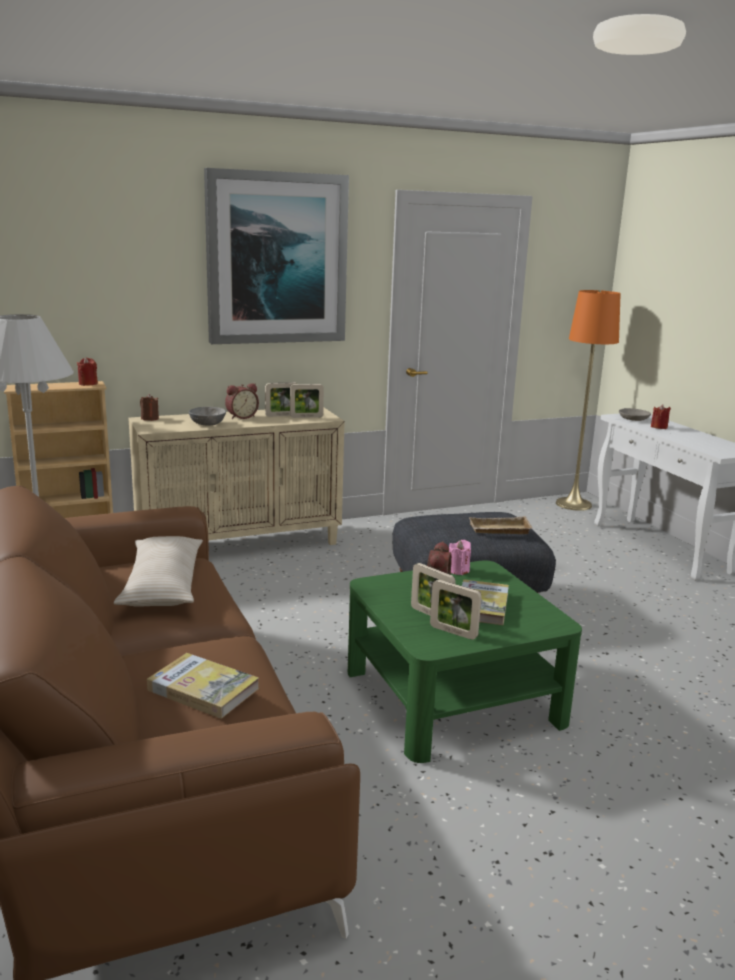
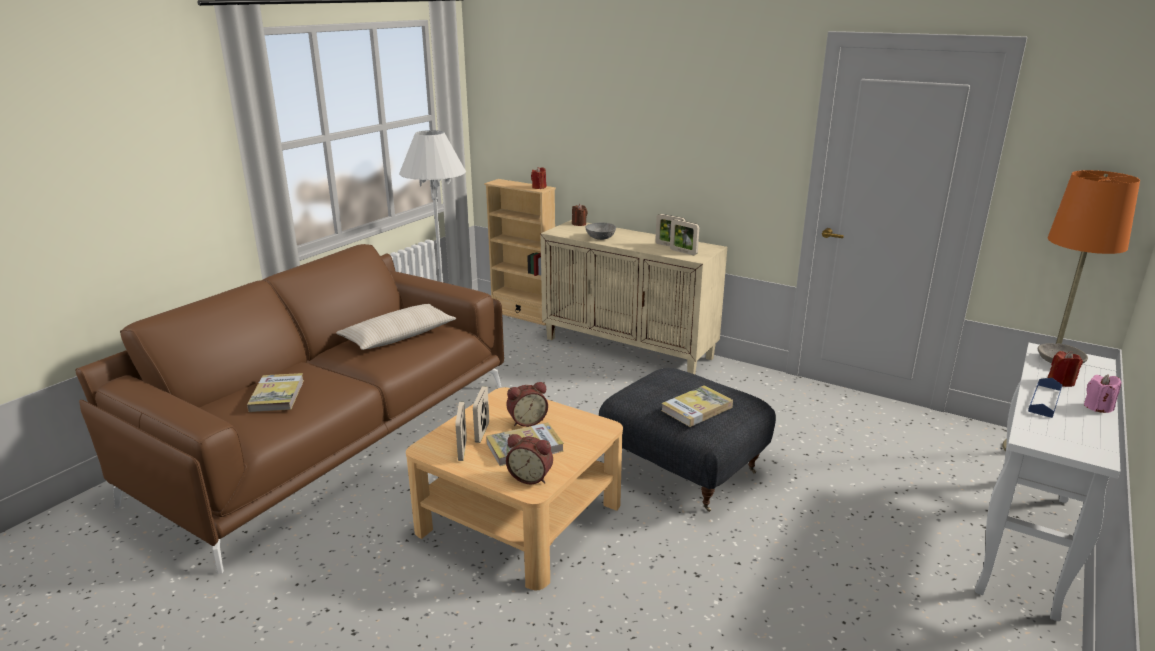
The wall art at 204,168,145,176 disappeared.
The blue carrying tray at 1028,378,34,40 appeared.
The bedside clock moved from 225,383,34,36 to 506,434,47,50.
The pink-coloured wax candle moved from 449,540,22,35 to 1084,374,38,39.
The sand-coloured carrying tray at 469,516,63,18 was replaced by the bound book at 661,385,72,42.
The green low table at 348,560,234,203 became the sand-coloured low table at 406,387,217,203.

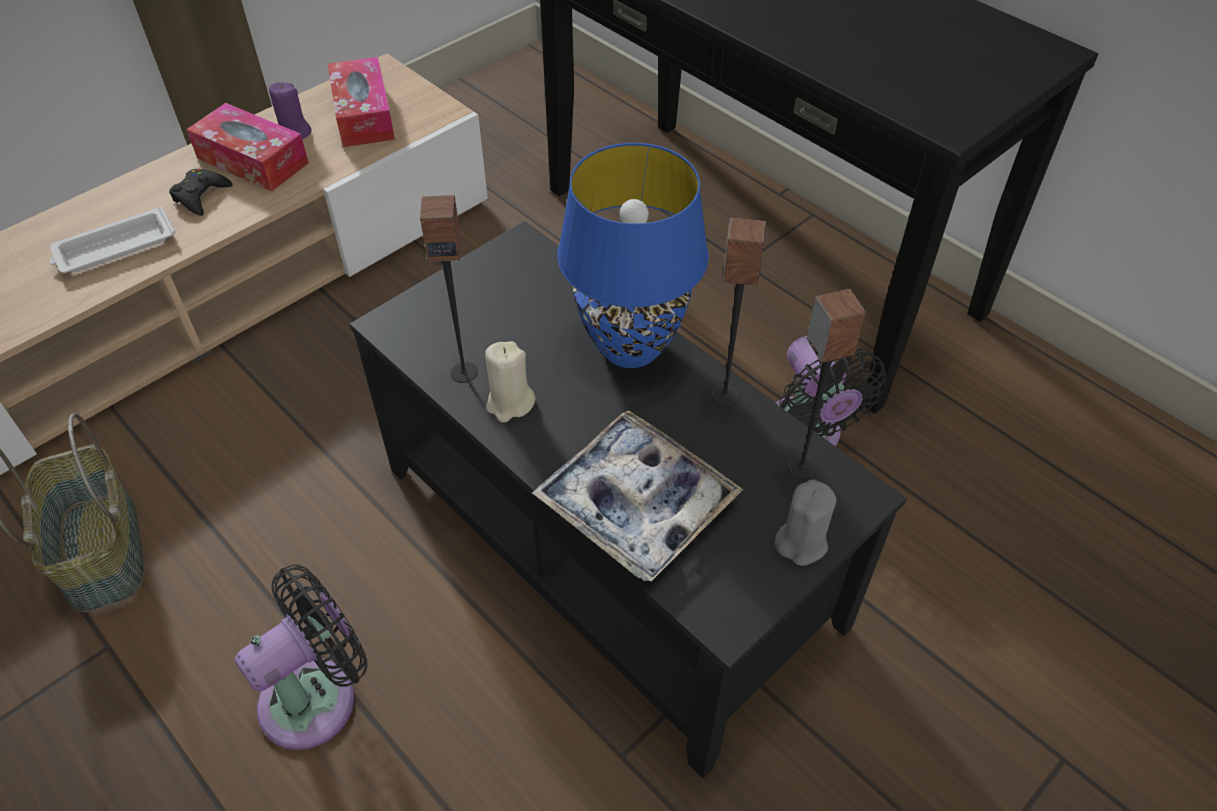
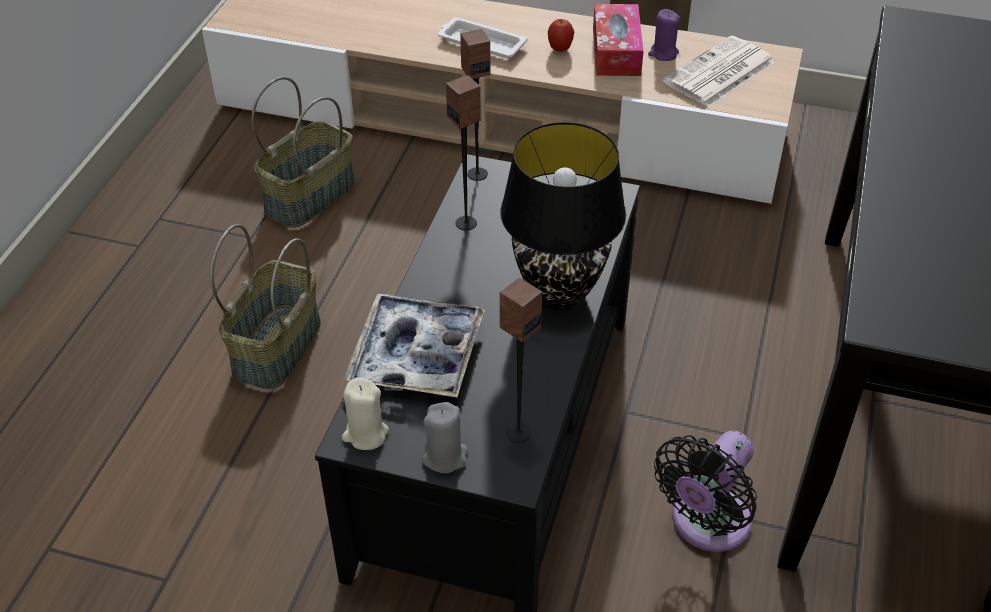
The sand-coloured wax candle moved from 485,341,51,82 to 342,377,47,73.
The speaker moved from 711,217,55,189 to 460,29,30,152.
The black-coloured gamepad at 169,169,63,47 was replaced by the apple fruit at 548,19,26,33.
The black-coloured electric fan at 235,565,132,185 was replaced by the household basket at 210,224,111,166.
The tissue holder at 328,57,67,90 was replaced by the newspaper at 663,36,112,71.
The blue table lamp at 557,143,152,225 became the black-coloured table lamp at 500,122,126,188.

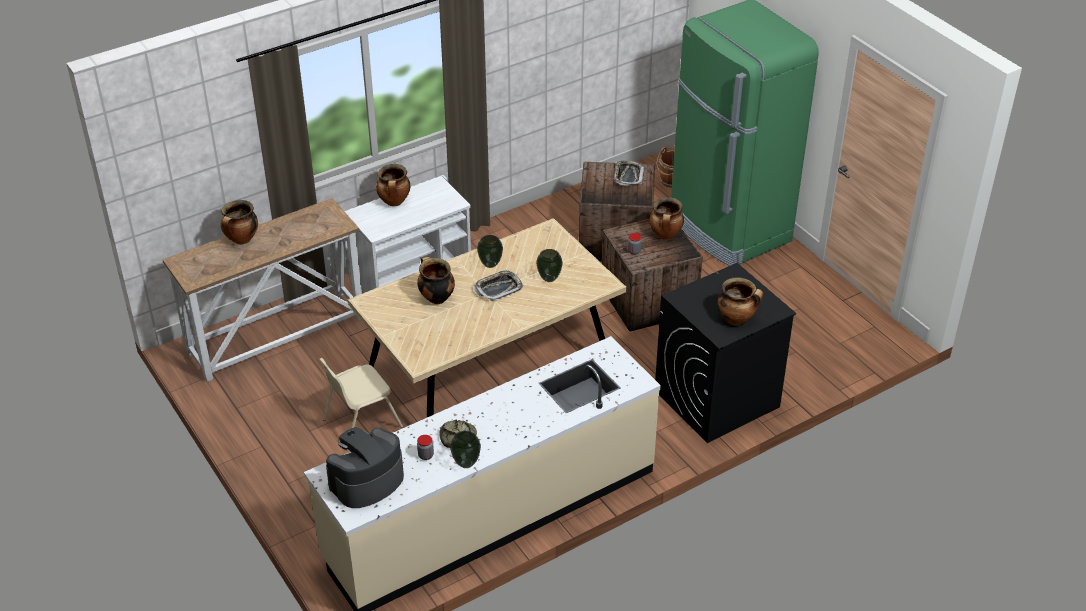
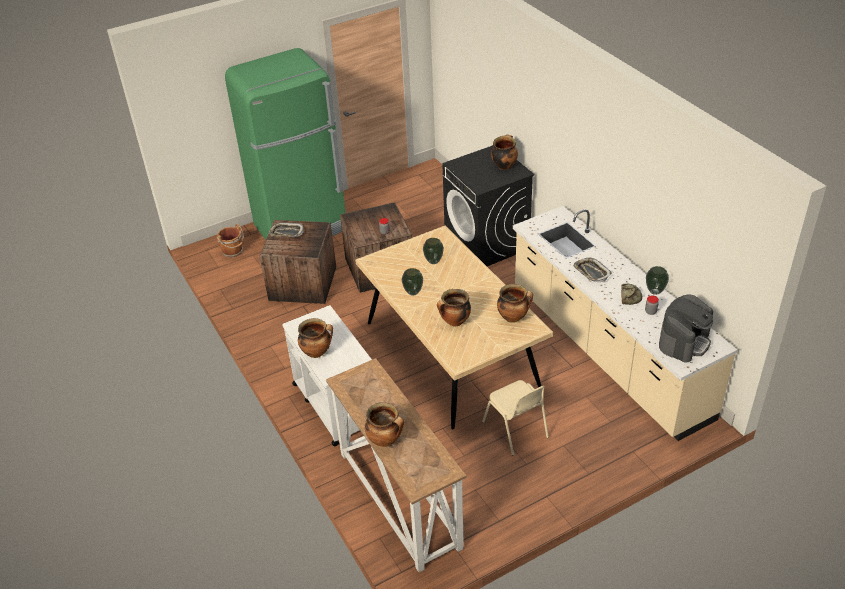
The carrying tray moved from 475,270,48,31 to 573,258,39,24.
The saucepot moved from 649,197,35,43 to 497,284,36,39.
The coffee machine at 326,427,78,81 turned 105 degrees counterclockwise.

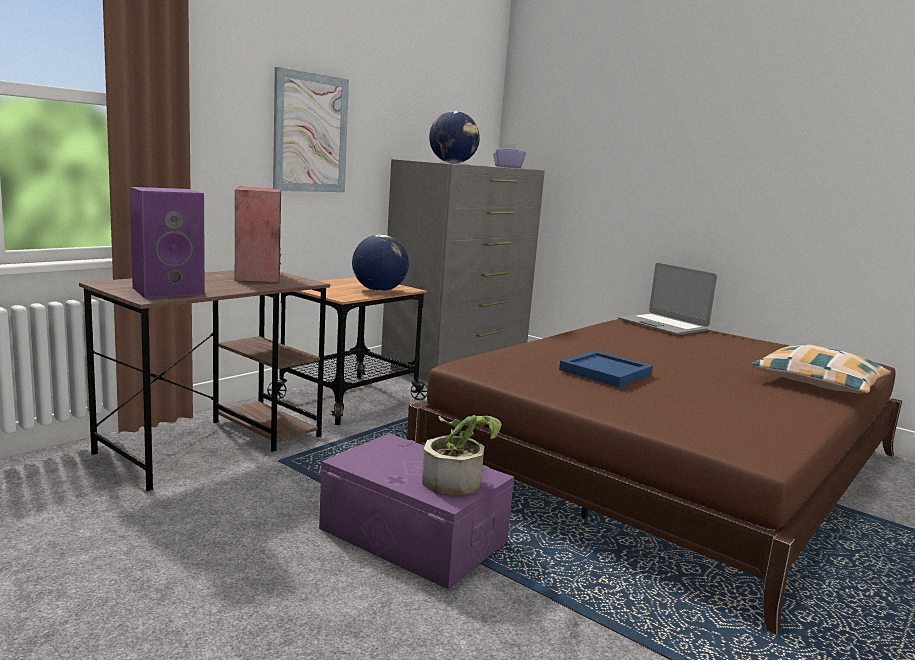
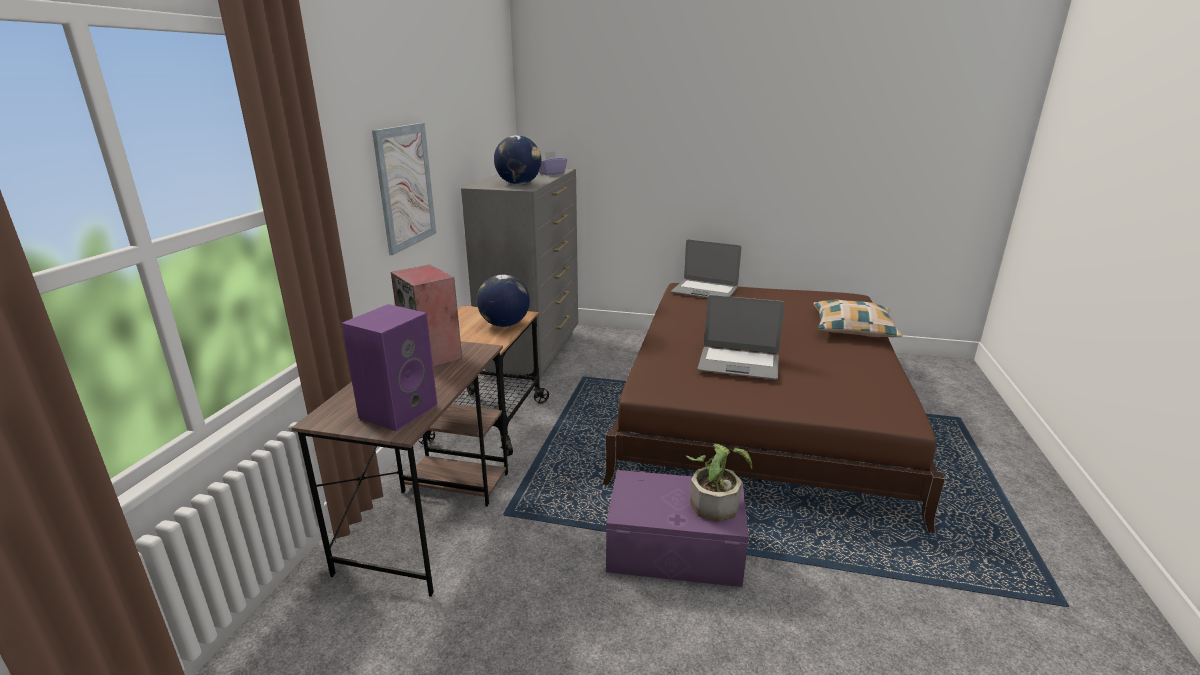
The blue carrying tray at 559,351,94,36 was replaced by the notebook computer at 698,295,87,85.

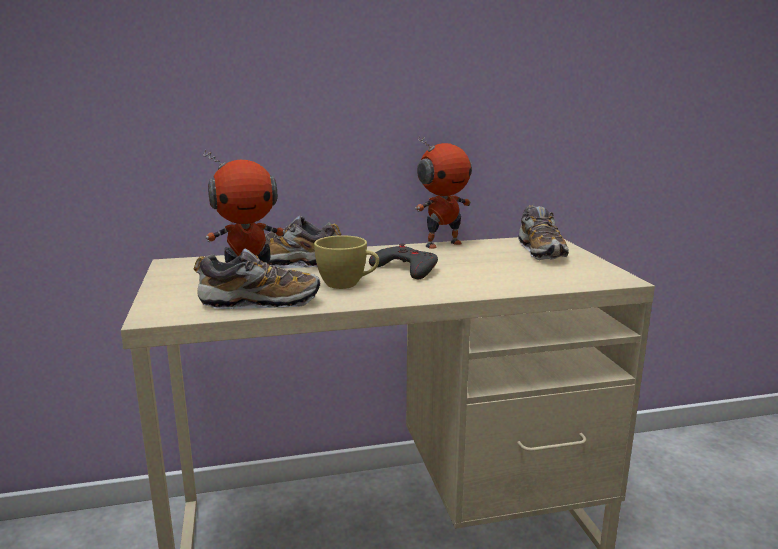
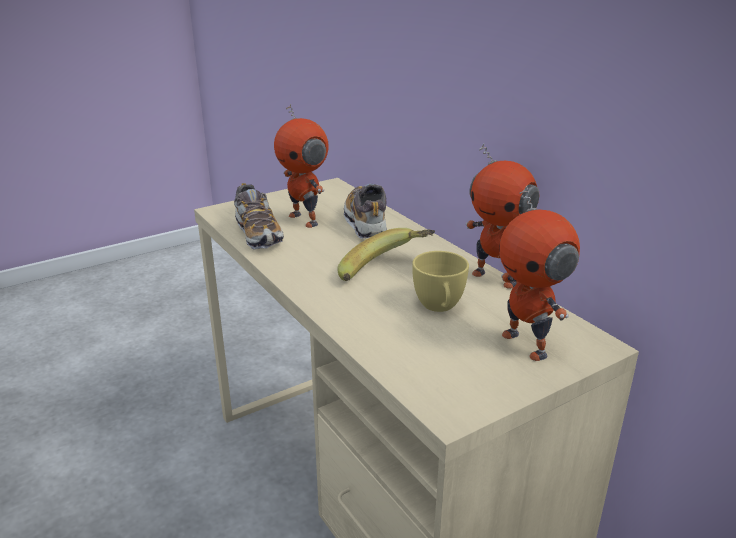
The yellow-coloured cup moved from 314,235,65,54 to 412,251,57,61.
The grey gamepad at 369,244,69,35 was replaced by the banana fruit at 338,228,97,53.
The shoe at 518,205,51,55 was replaced by the robot figure at 499,186,81,175.

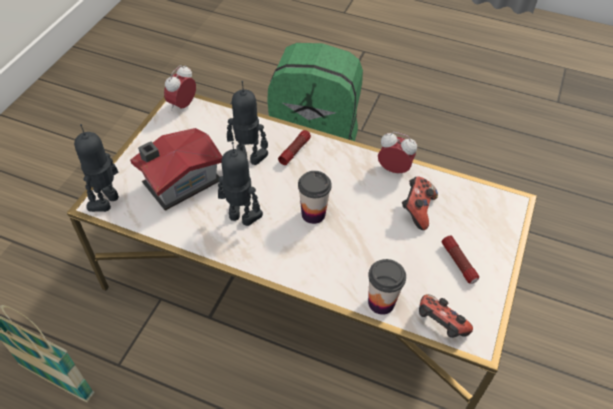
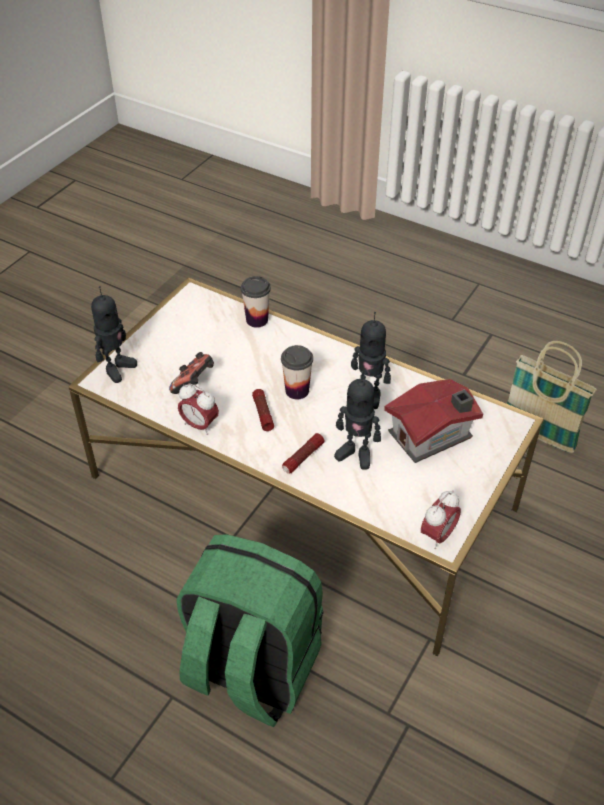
The gamepad at 419,294,54,44 disappeared.
The robot figure moved from 74,124,45,88 to 91,286,46,97.
The torch moved from 442,235,37,49 to 252,389,22,42.

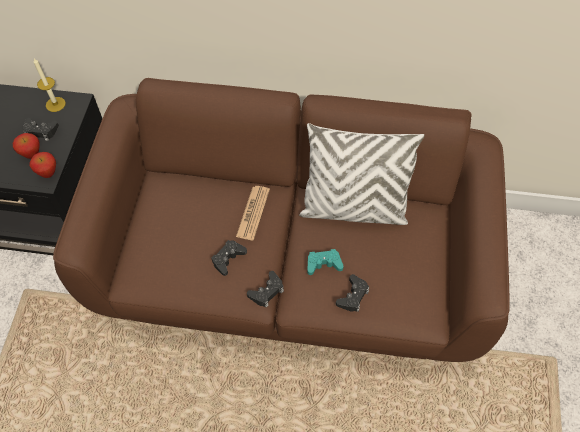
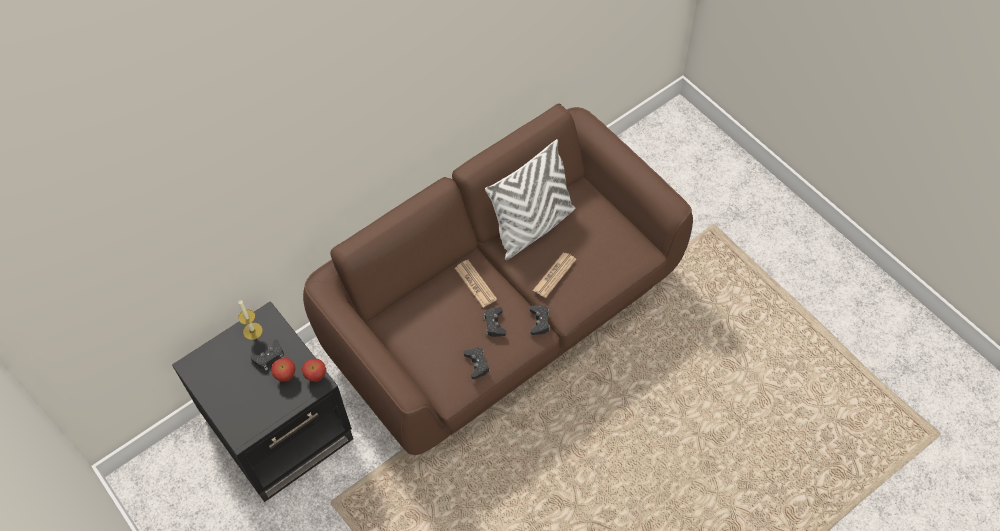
The black-coloured gamepad moved from 336,274,33,38 to 464,347,26,32.
The turquoise-coloured gamepad at 307,249,37,26 was replaced by the newspaper at 533,253,44,45.

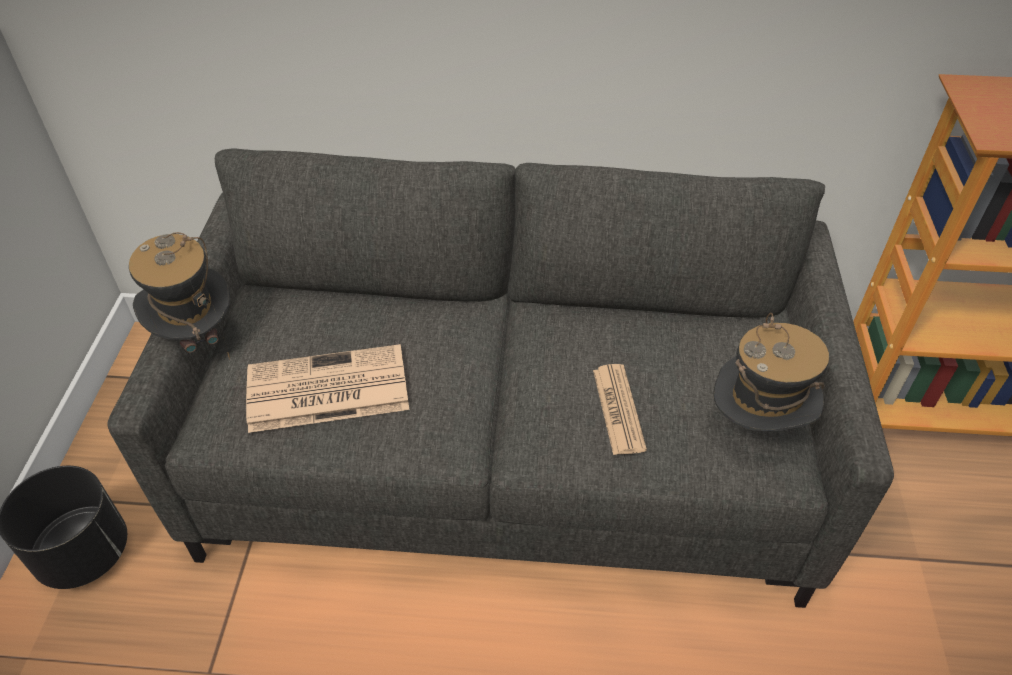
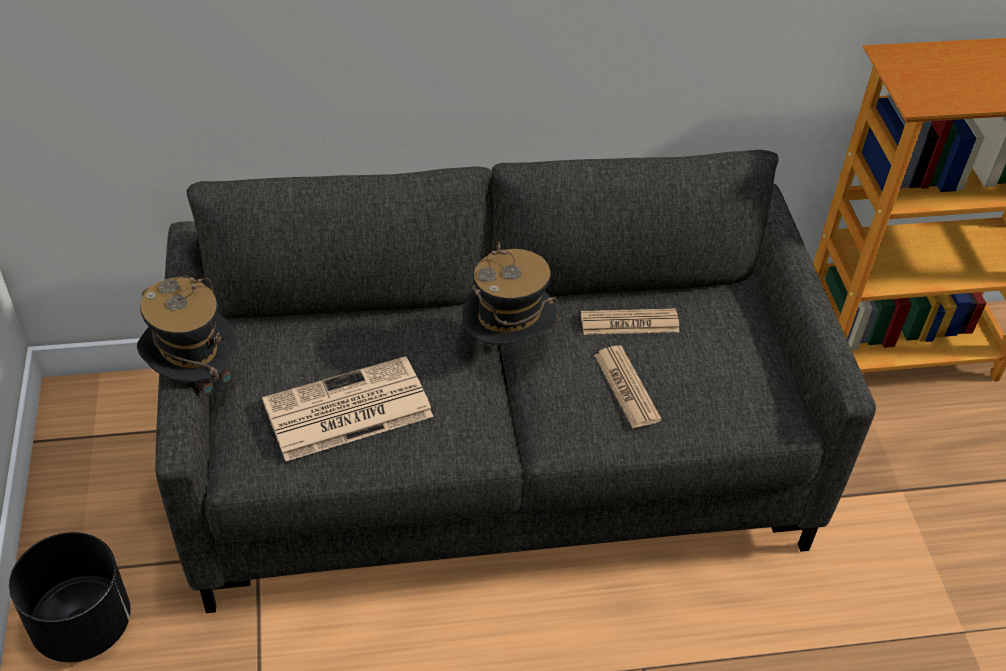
The newspaper at 581,308,99,27 appeared.
The wearable hat moved from 713,313,116,118 to 462,241,96,104.

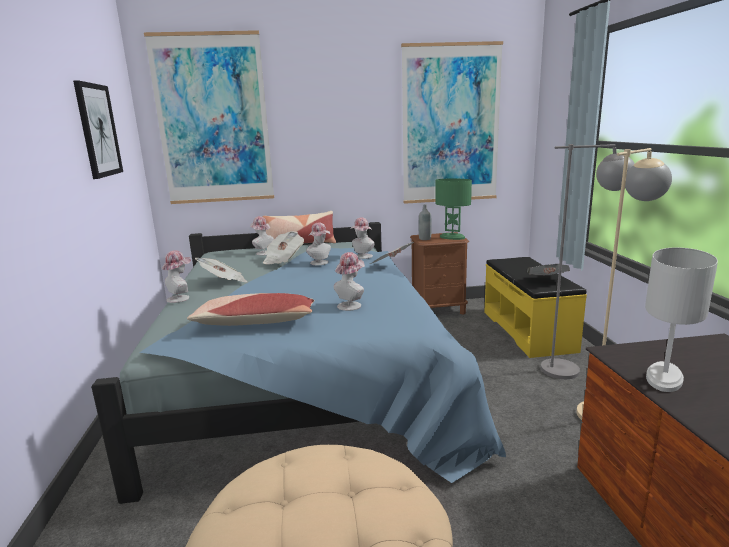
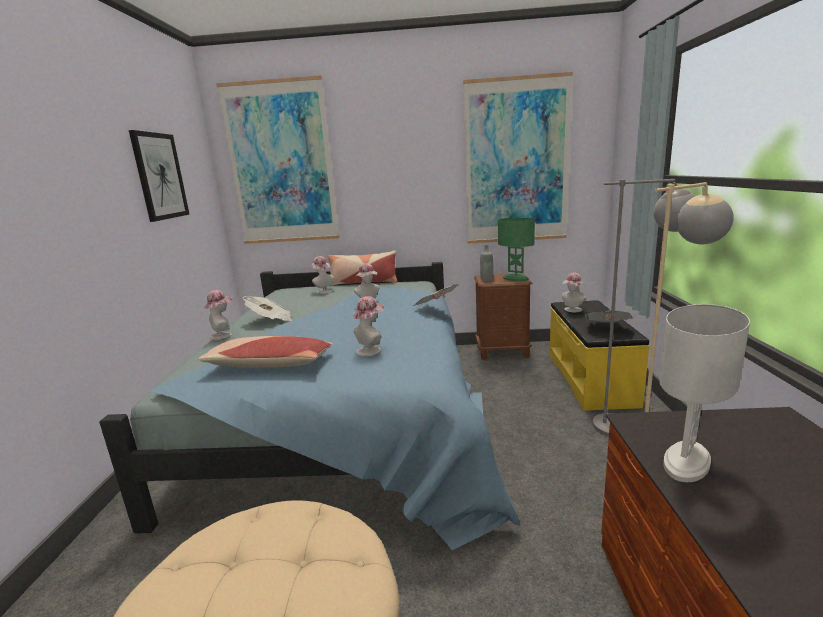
The newspaper at 263,231,41,34 disappeared.
The wearable hat moved from 351,218,24,41 to 562,273,25,39.

